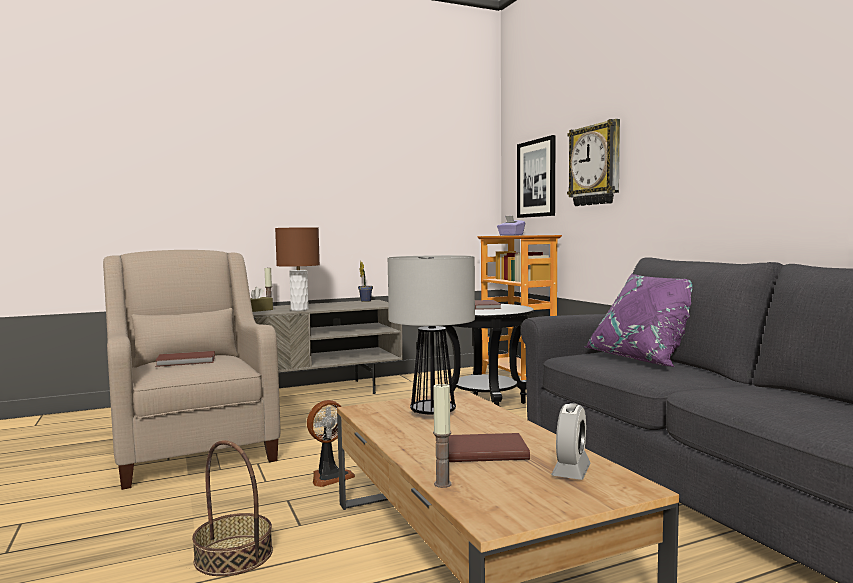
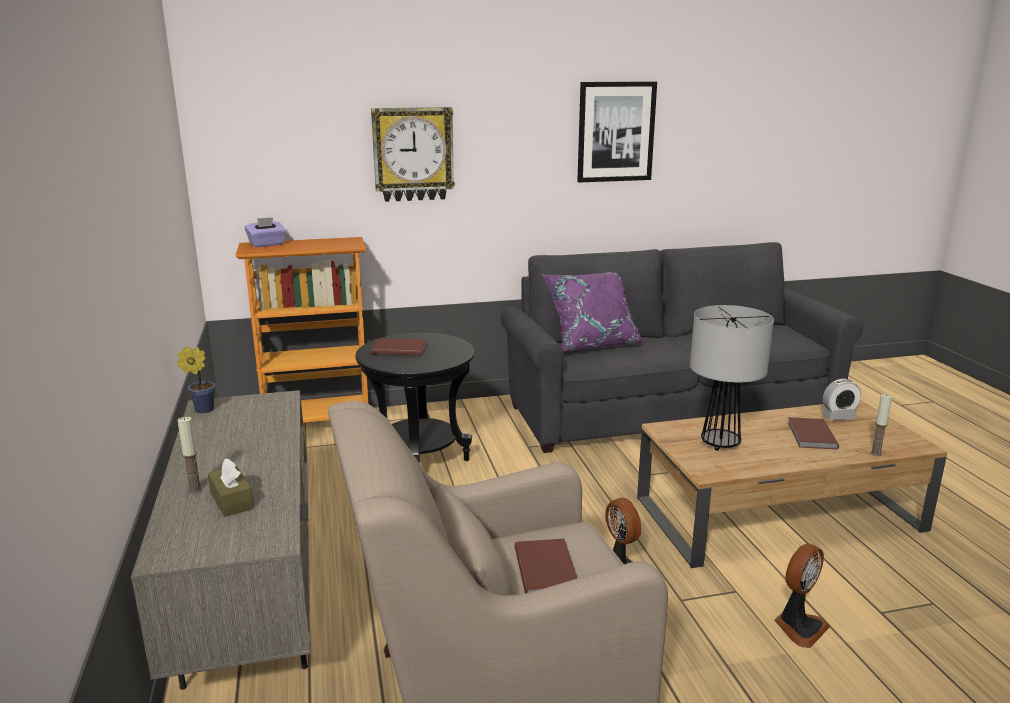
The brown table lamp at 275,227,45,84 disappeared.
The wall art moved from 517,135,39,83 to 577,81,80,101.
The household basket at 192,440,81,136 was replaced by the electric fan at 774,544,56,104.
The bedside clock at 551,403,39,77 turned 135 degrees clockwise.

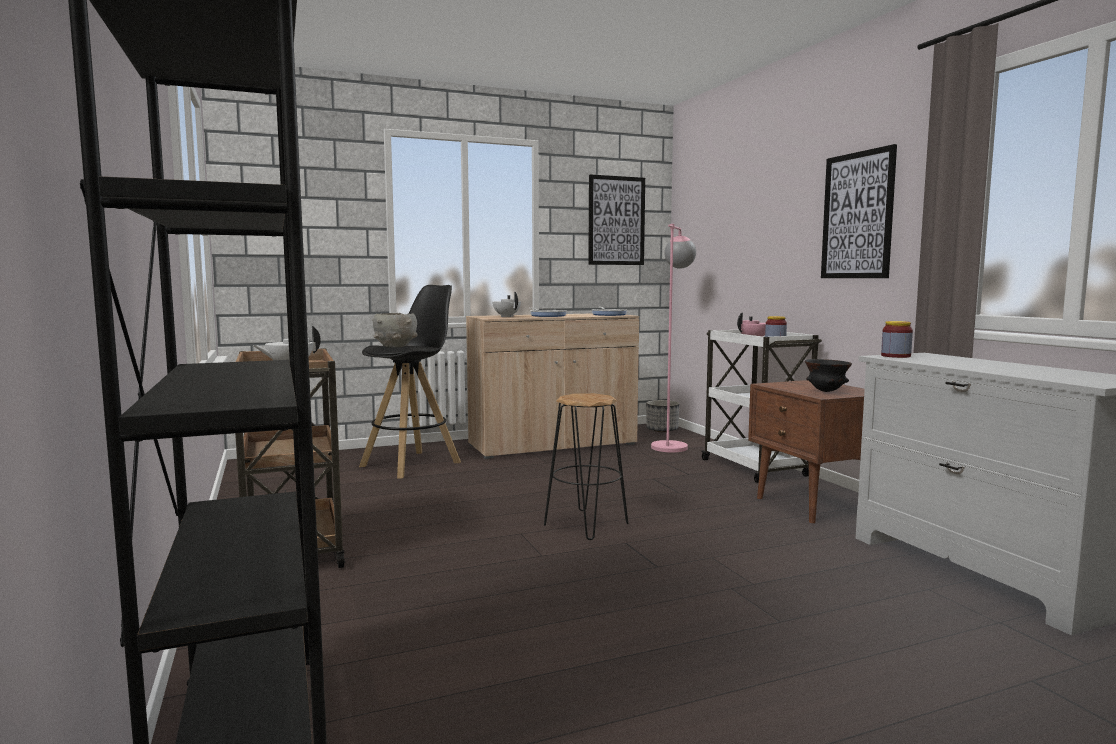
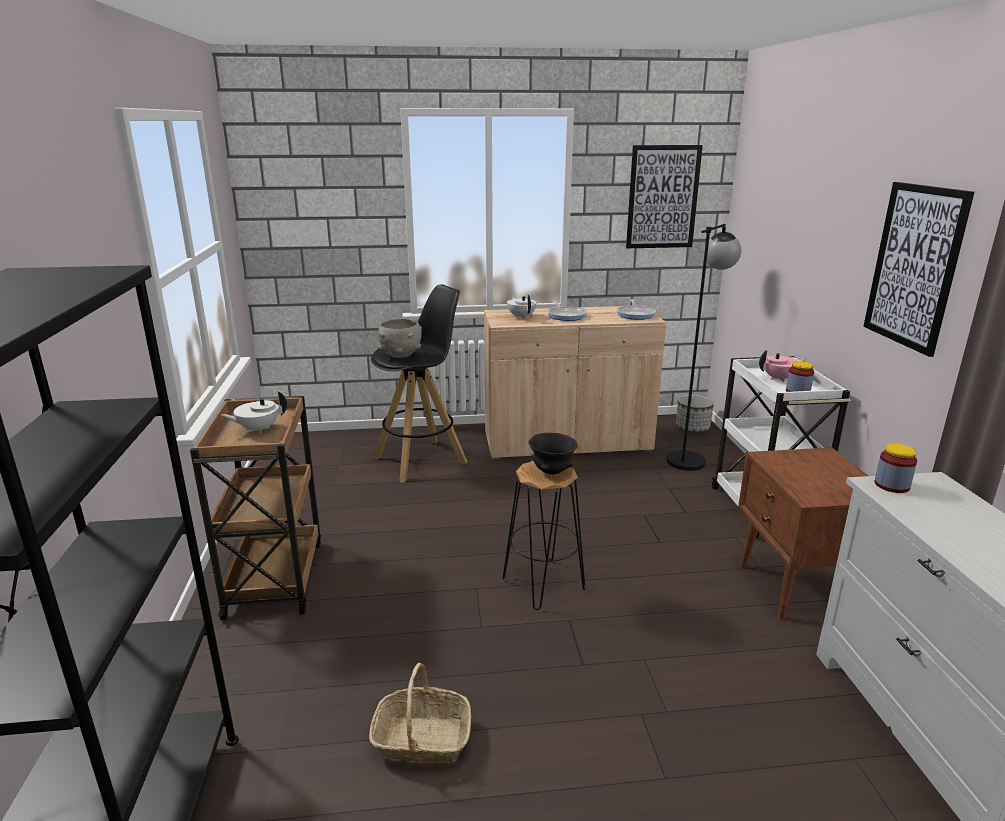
The household basket at 369,663,102,100 appeared.
The black-coloured serving bowl moved from 805,359,47,33 to 528,433,50,41.
The pink-coloured standard lamp at 651,224,45,229 became the black-coloured standard lamp at 666,224,75,247.

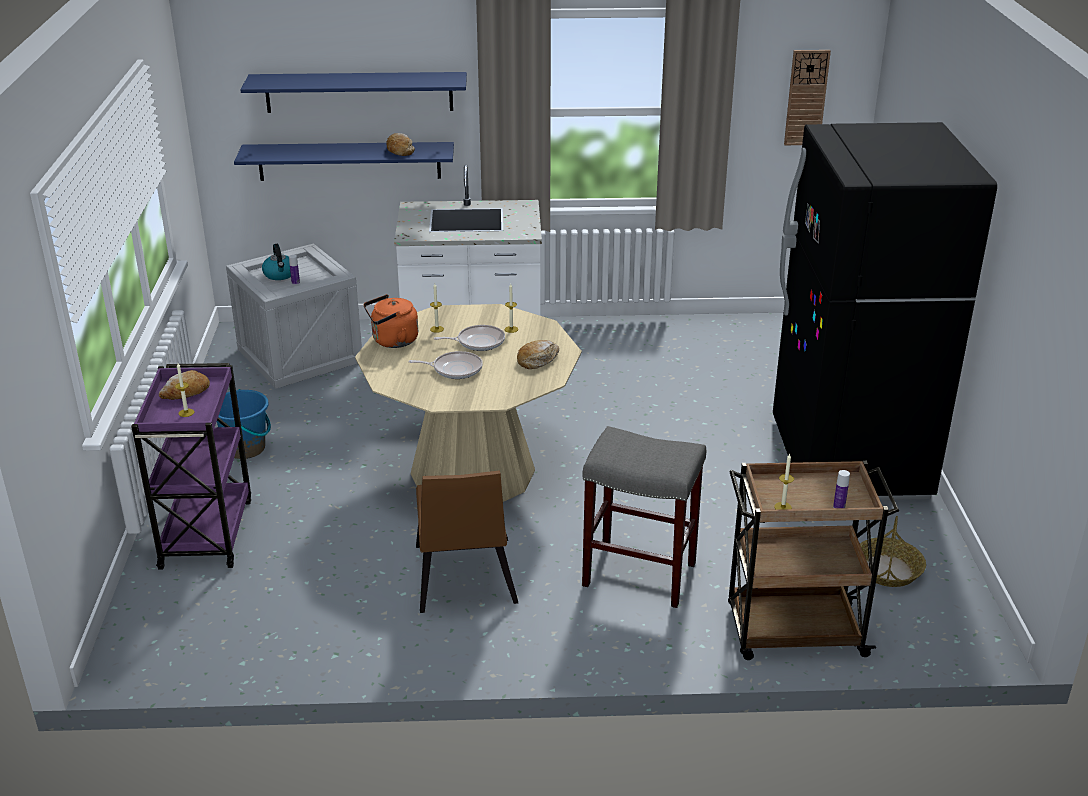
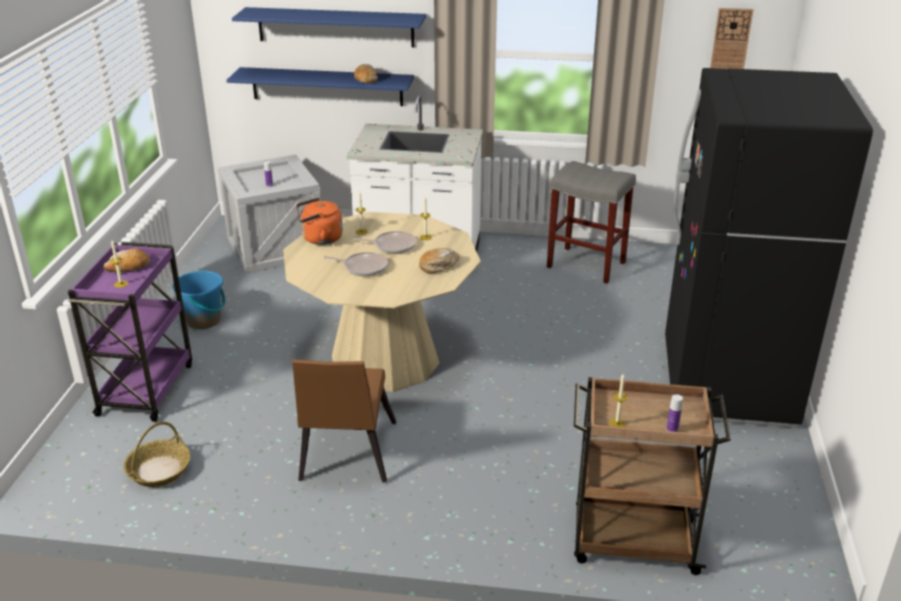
The water kettle at 262,244,29,36 disappeared.
The grey stool moved from 582,426,124,182 to 547,161,89,123.
The household basket moved from 860,516,66,71 to 123,422,67,65.

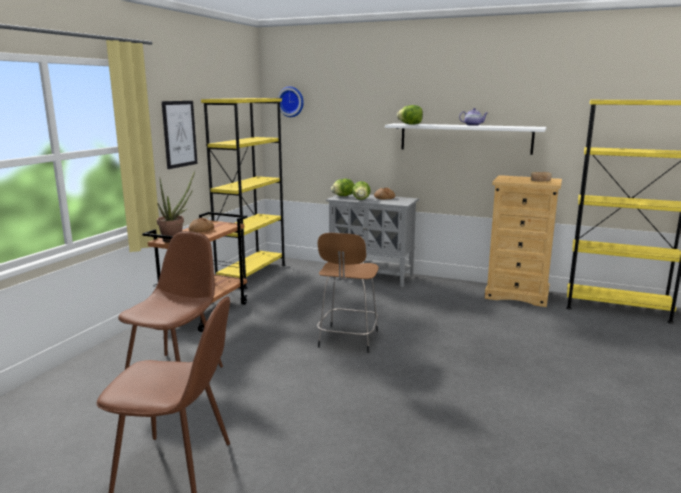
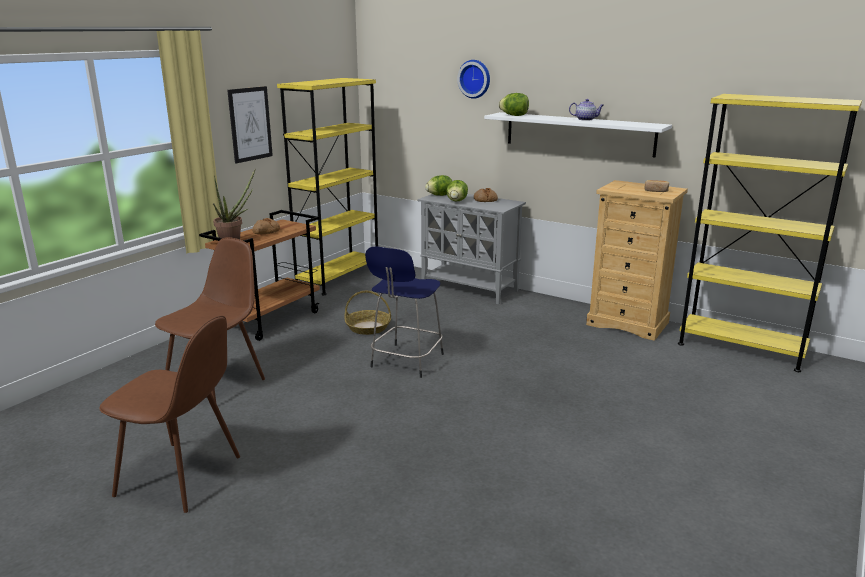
The household basket at 344,291,47,44 appeared.
The wall clock moved from 277,86,27,31 to 457,60,33,39.
The brown stool at 317,233,62,120 became the blue stool at 365,247,79,131.

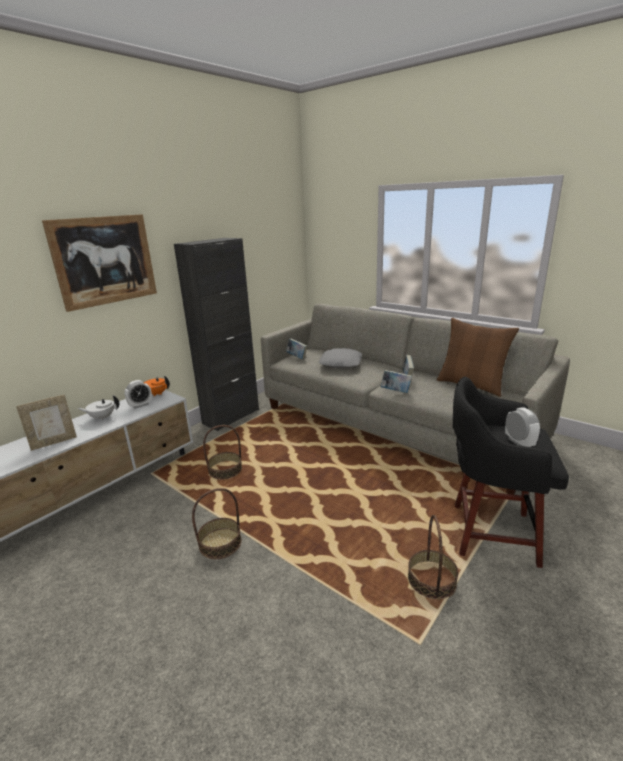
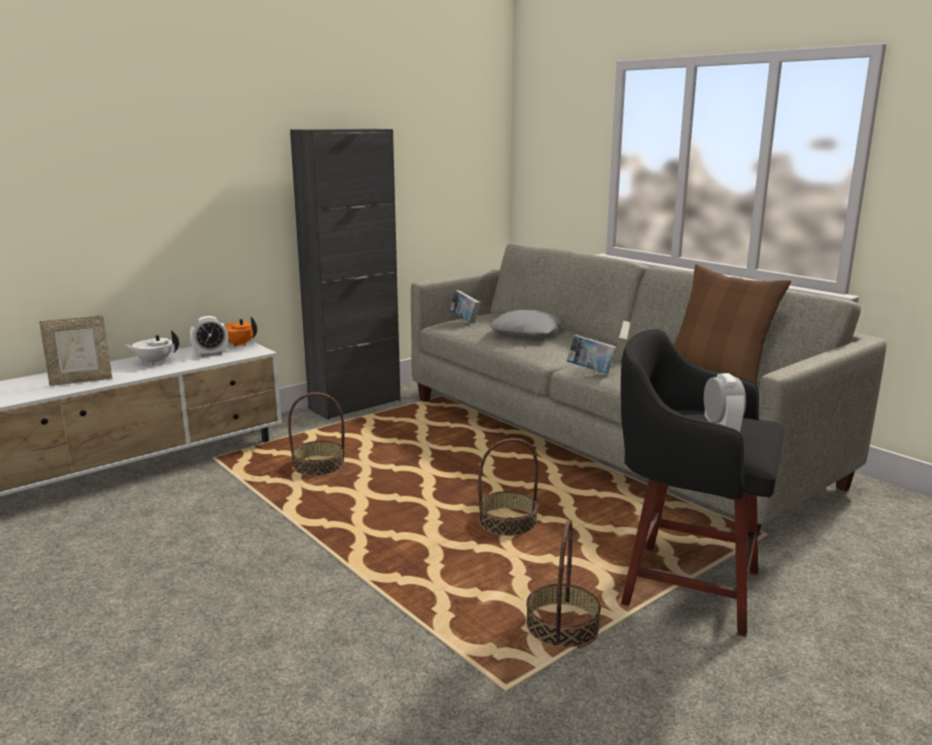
The wall art at 42,214,115,98 disappeared.
The household basket moved from 192,488,50,71 to 478,438,60,98.

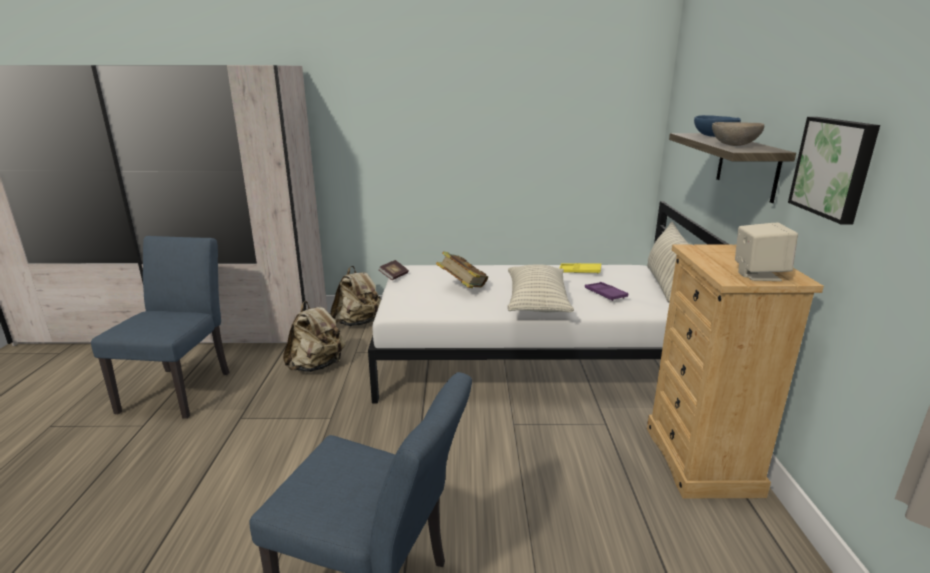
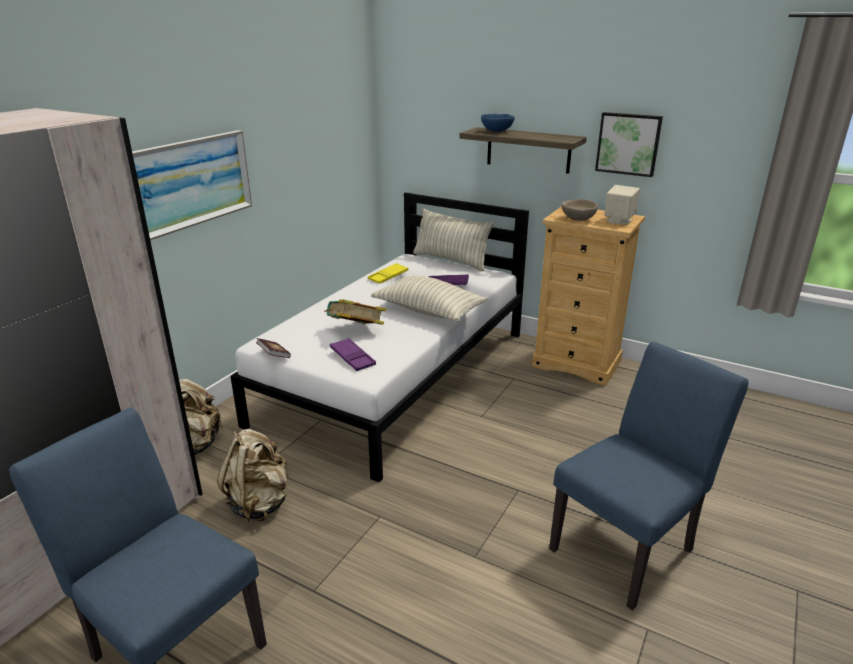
The wall art at 132,130,120,110 appeared.
The purplish carrying tray at 330,338,46,33 appeared.
The sand-coloured serving bowl moved from 712,122,52,24 to 562,199,36,22.

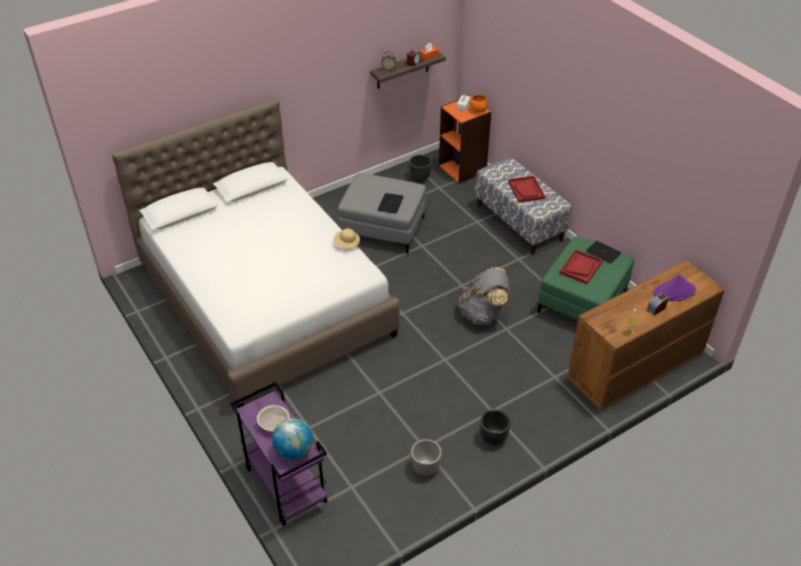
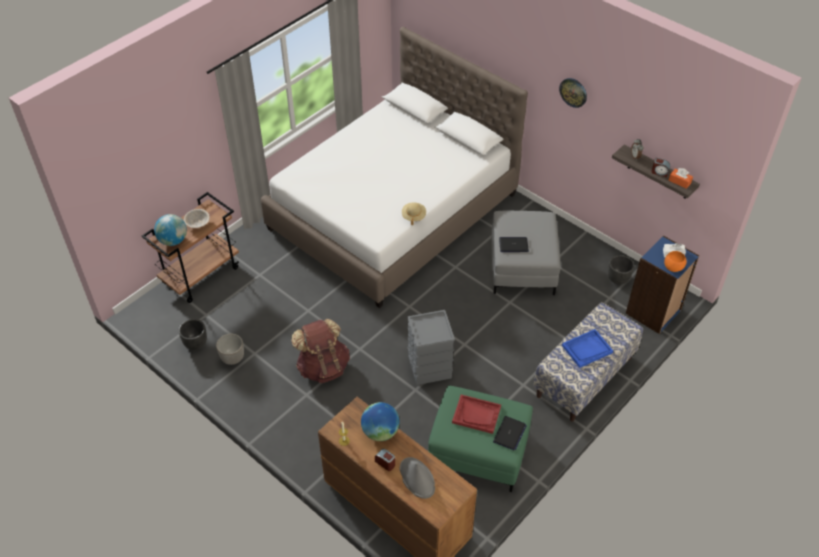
The brown knapsack at 291,319,59,64 appeared.
The world globe at 361,402,39,39 appeared.
The wall clock at 559,78,28,30 appeared.
The black-coloured plant pot moved from 480,409,31,36 to 179,319,28,31.
The grey knapsack at 459,267,51,58 was replaced by the grey storage bin at 408,310,47,75.
The purplish wheeled cart at 230,382,98,144 became the brown wheeled cart at 142,192,97,111.
The orangey shelving unit at 439,95,53,88 became the blue shelving unit at 626,235,73,99.
The reddish carrying tray at 508,175,37,28 became the blue carrying tray at 562,329,51,39.
The purplish wearable hat at 653,274,43,27 became the grey wearable hat at 400,457,35,42.

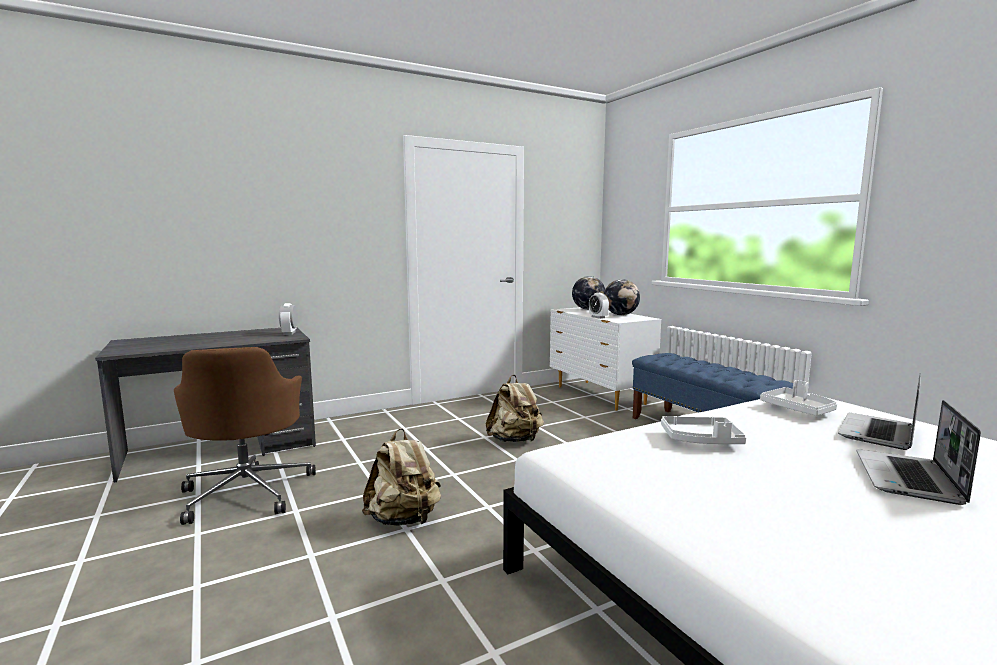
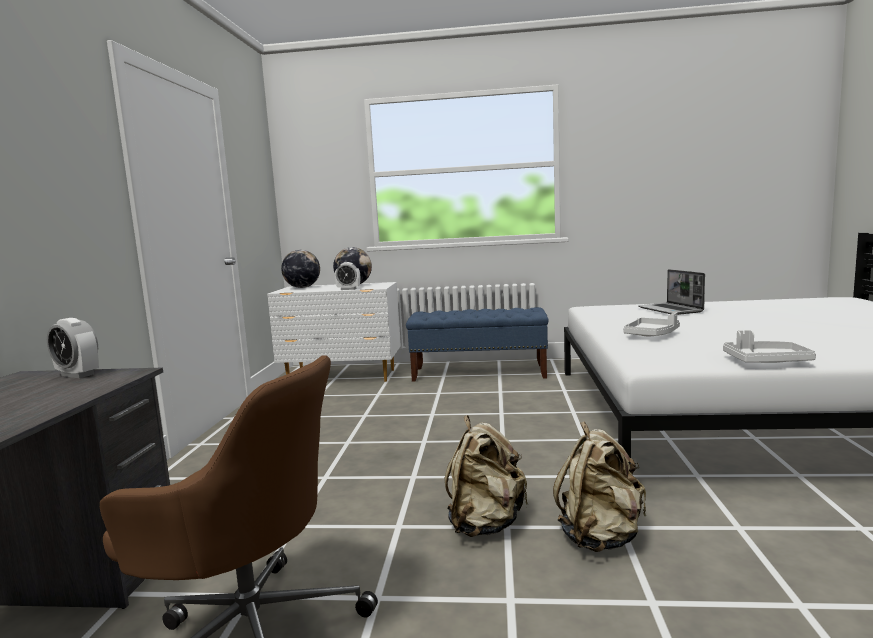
The notebook computer at 857,400,124,105 disappeared.
The sand-coloured knapsack moved from 486,375,58,67 to 553,422,93,130.
The white carrying tray moved from 760,380,77,36 to 723,330,93,33.

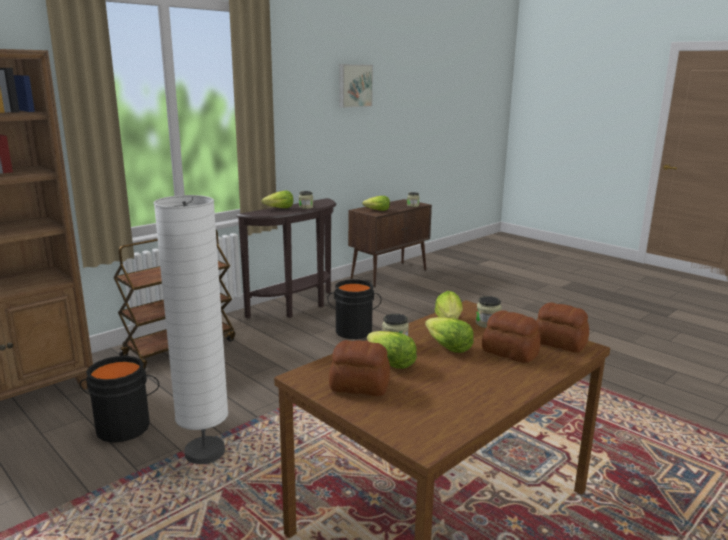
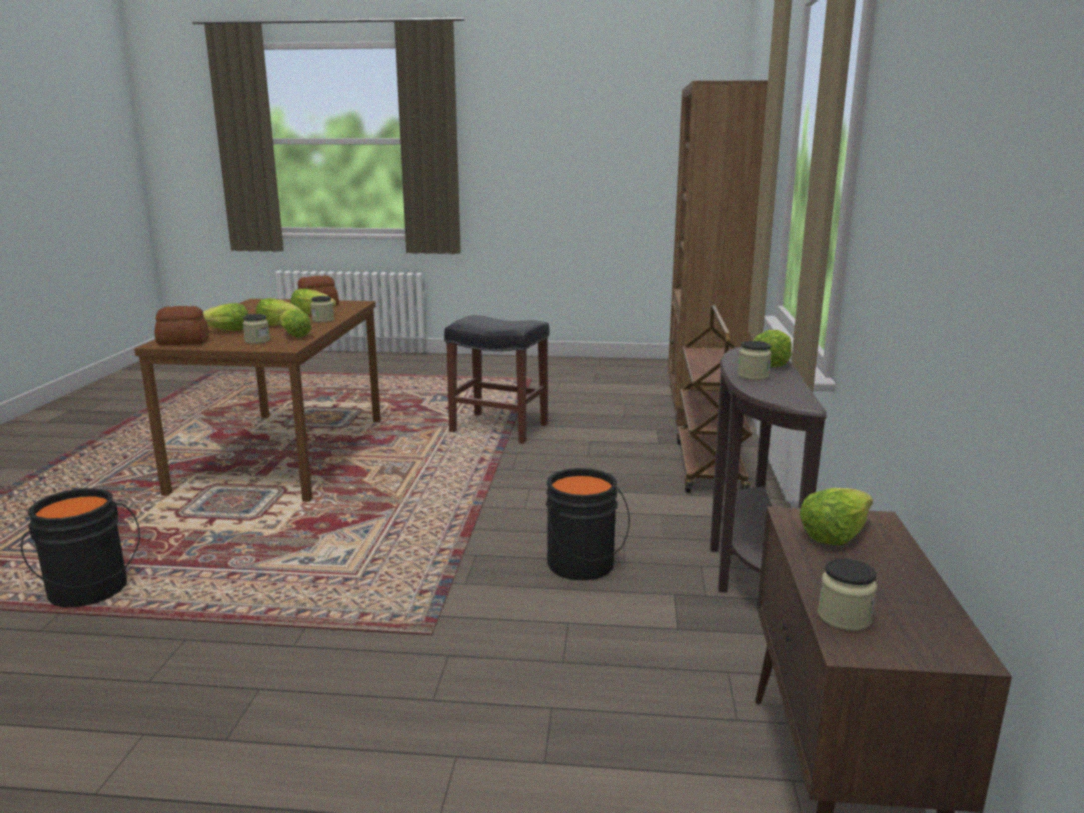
The wall art at 339,64,34,44 disappeared.
The black-coloured water bucket moved from 80,356,79,86 to 21,488,119,119.
The white standard lamp at 153,195,76,269 was replaced by the black-coloured stool at 444,315,105,129.
The bakery bread at 482,310,58,53 was replaced by the head of lettuce at 203,303,46,28.

